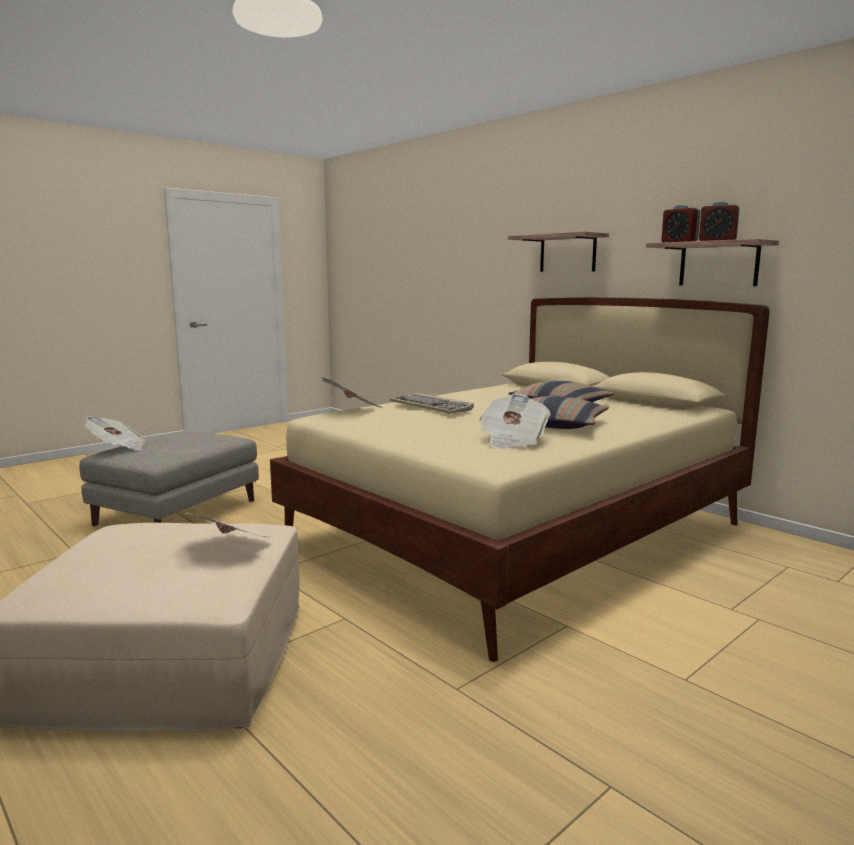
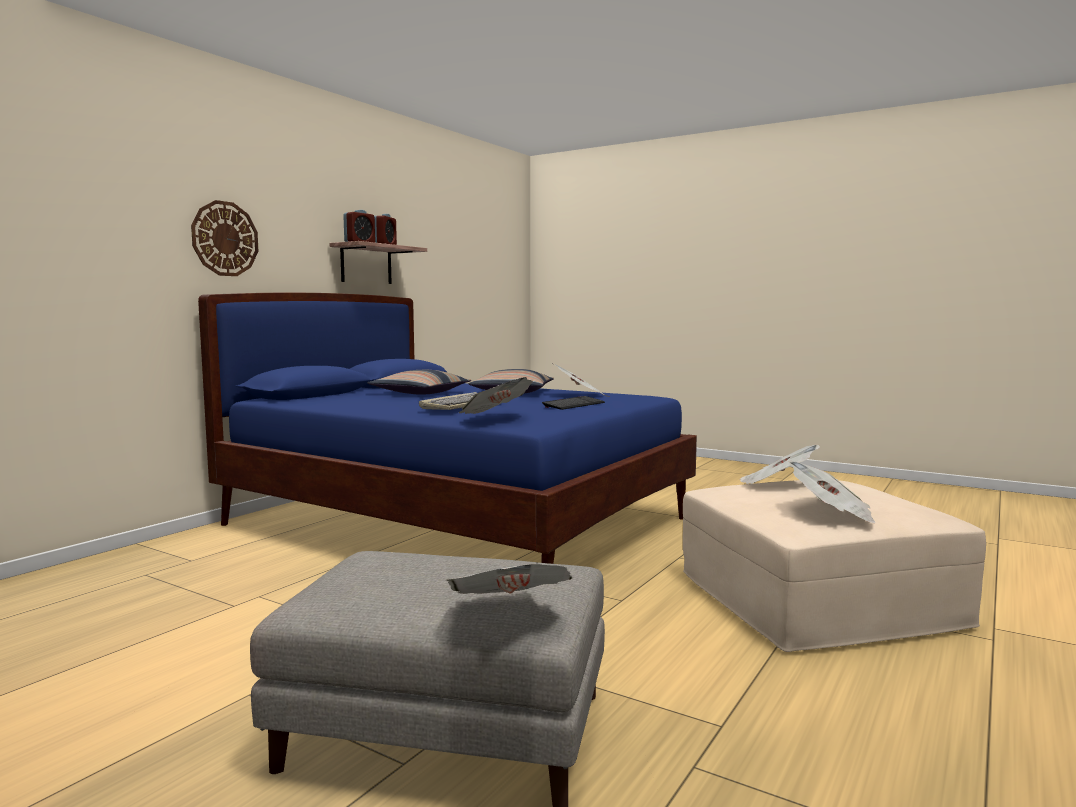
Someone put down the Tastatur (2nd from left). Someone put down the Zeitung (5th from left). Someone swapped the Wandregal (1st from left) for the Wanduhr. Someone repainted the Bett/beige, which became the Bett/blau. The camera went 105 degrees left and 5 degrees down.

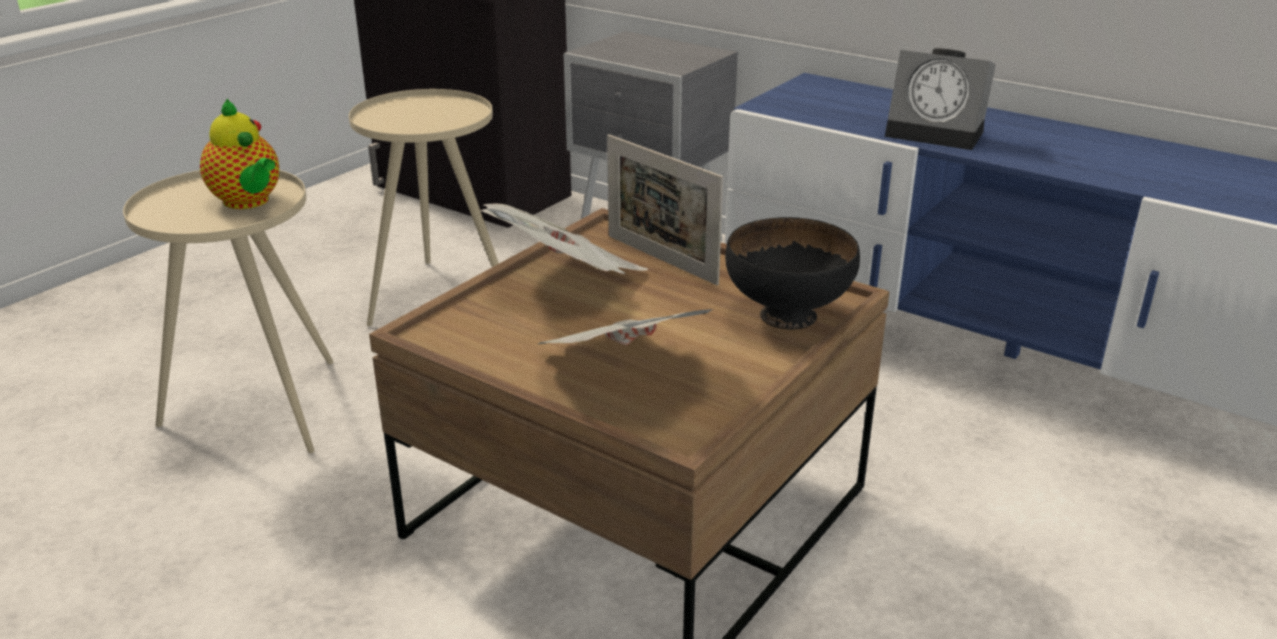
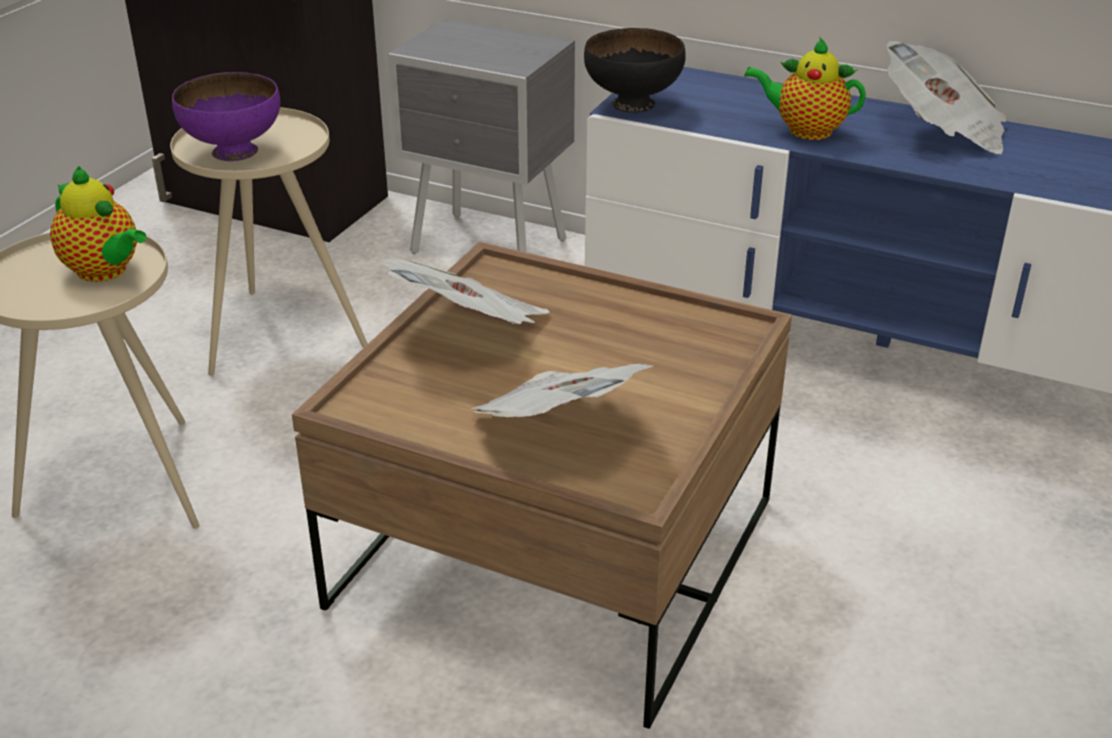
Someone took away the Bilderrahmen. Someone put down the Schüssel/lila. Someone put down the Zeitung (3rd from left). Someone carried the Schüssel/schwarz. Someone swapped the Wecker for the Teekanne (2nd from left). The camera went 10 degrees left and 5 degrees up.

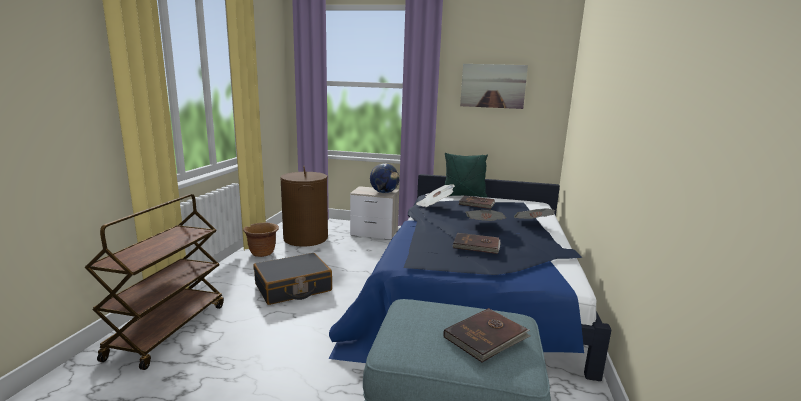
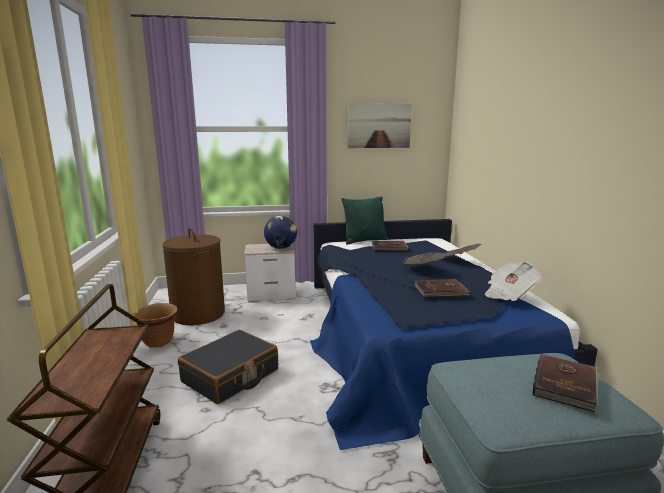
Someone carried the Zeitung (1st from left in the first image). The camera went 20 degrees left and 0 degrees up.

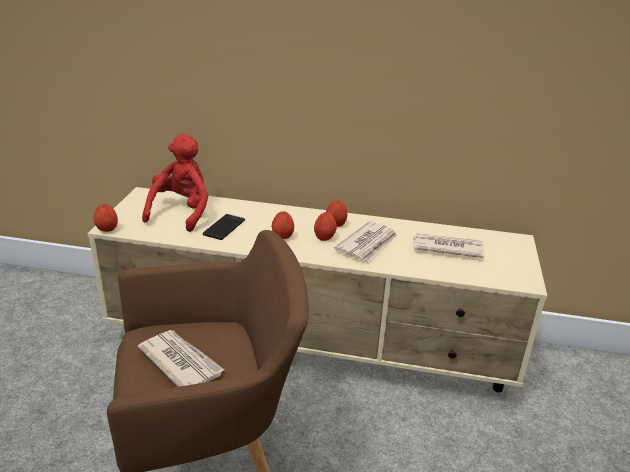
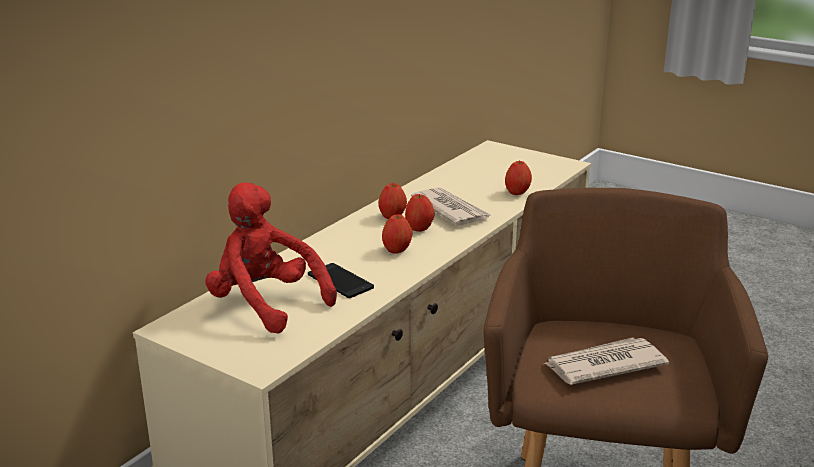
Someone took away the Zeitung (3rd from left). Someone carried the Apfel (1st from left in the first image). The camera went 65 degrees left and 5 degrees down.

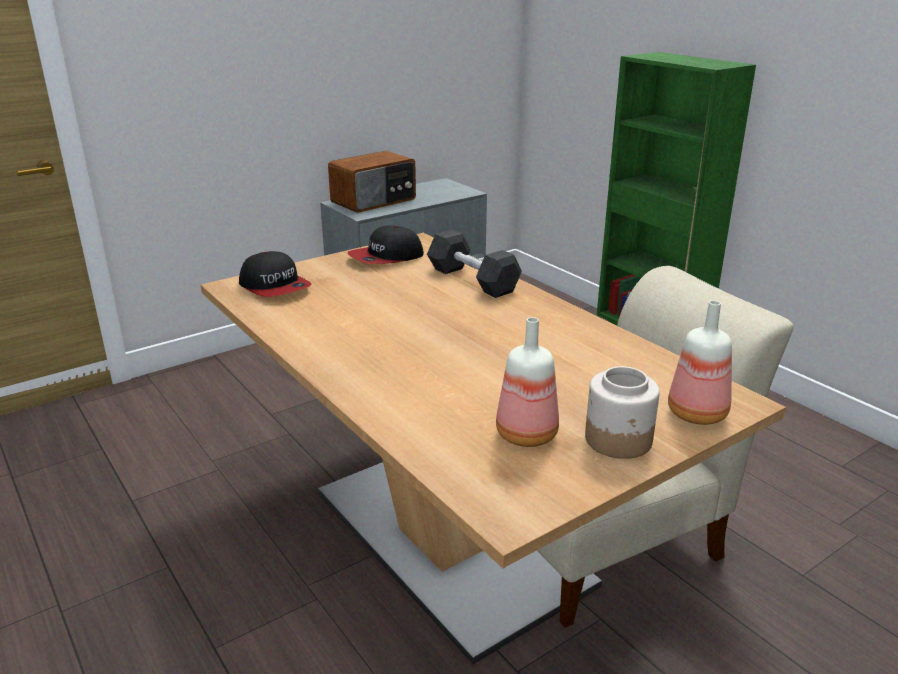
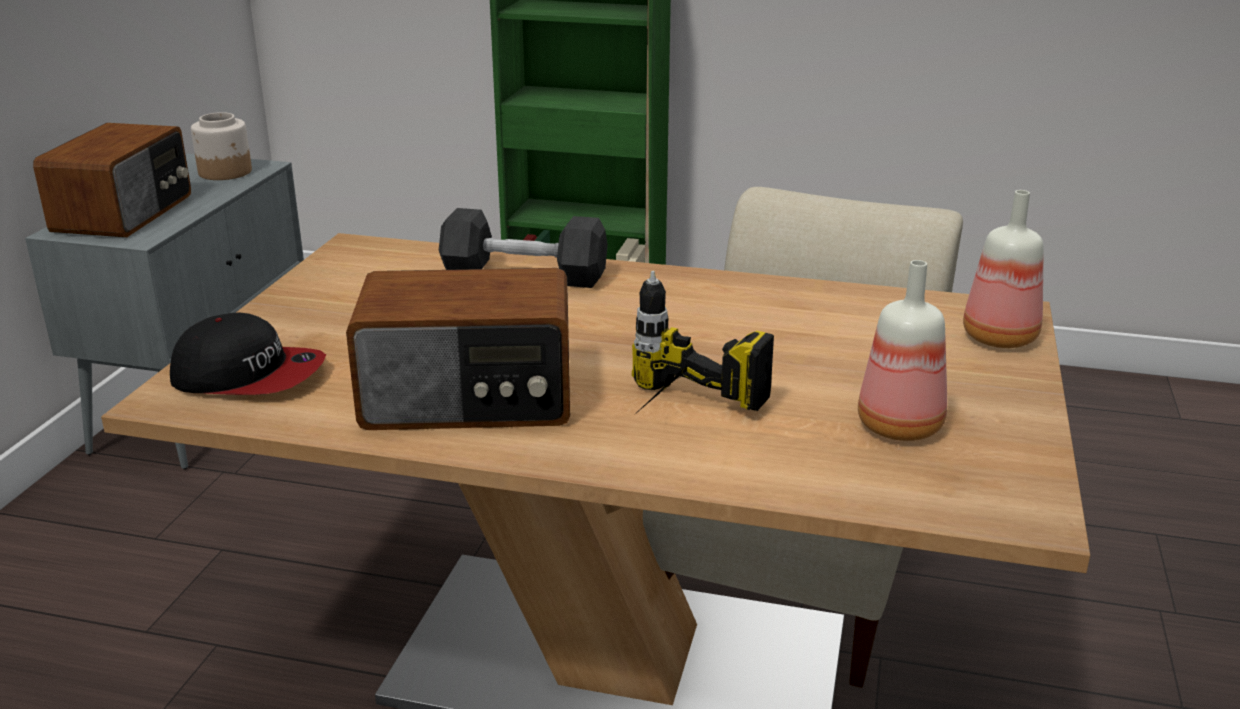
Someone took away the Kappe (2nd from left). Someone put down the Radio (2nd from left). Someone put down the Bohrmaschine. Someone carried the Vorratsglas. The camera went 40 degrees left and 0 degrees up.

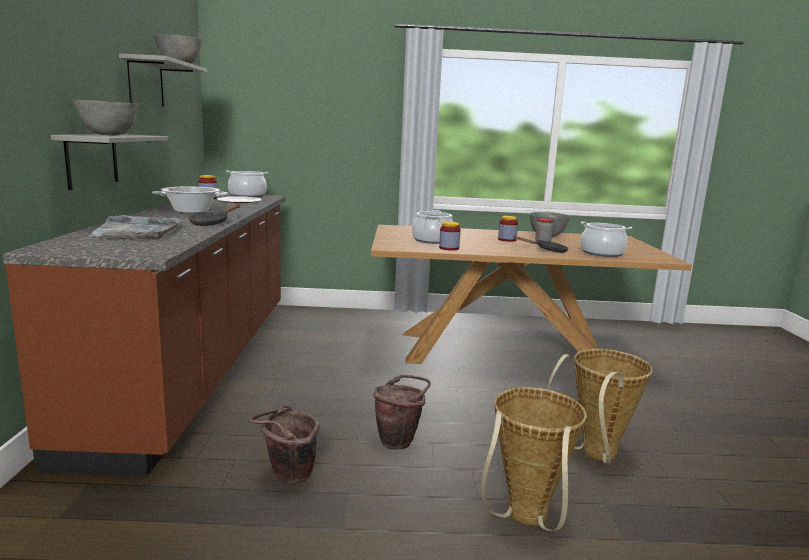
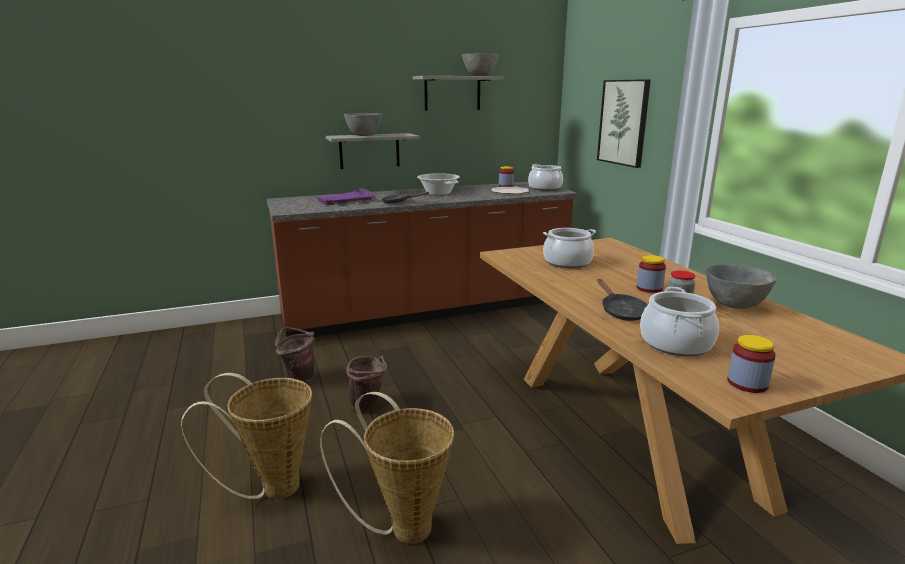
Someone put up the Bild. Someone carried the Vorratsglas (2nd from left in the first image). Someone repainted the Tablett/grau, which became the Tablett/lila. The camera went 70 degrees right and 5 degrees up.

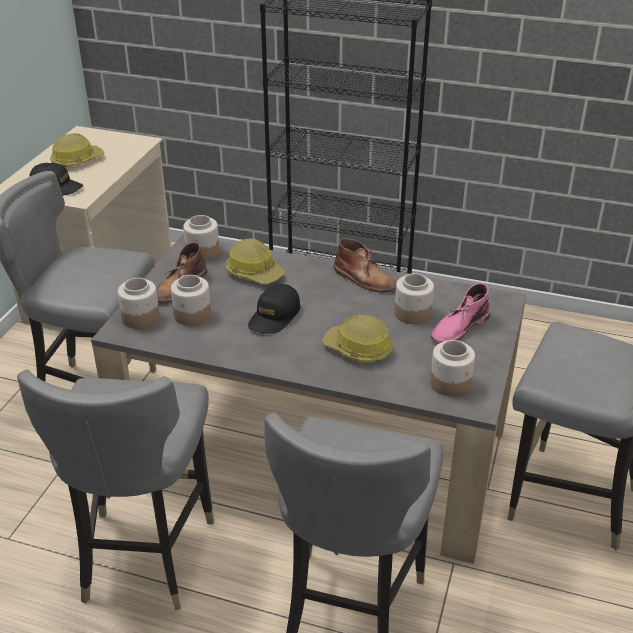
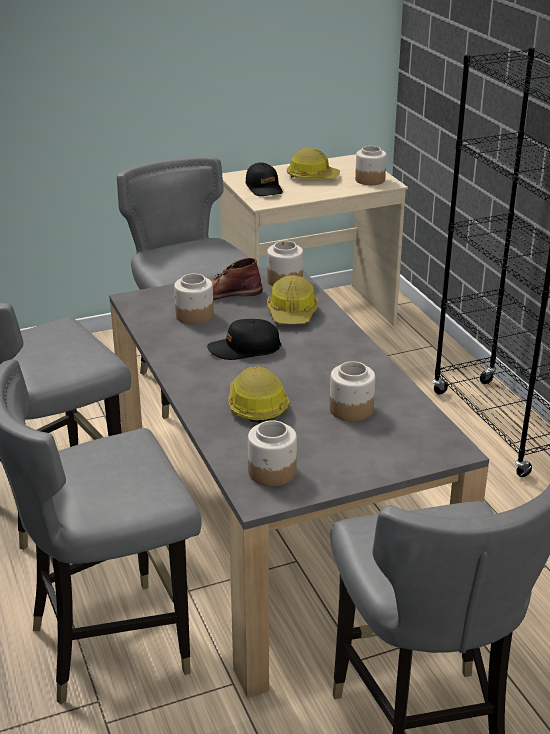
Someone took away the Stiefel/braun (2nd from left). Someone took away the Stiefel/rosa. Someone carried the Vorratsglas (1st from left in the first image). The camera went 50 degrees right and 5 degrees down.

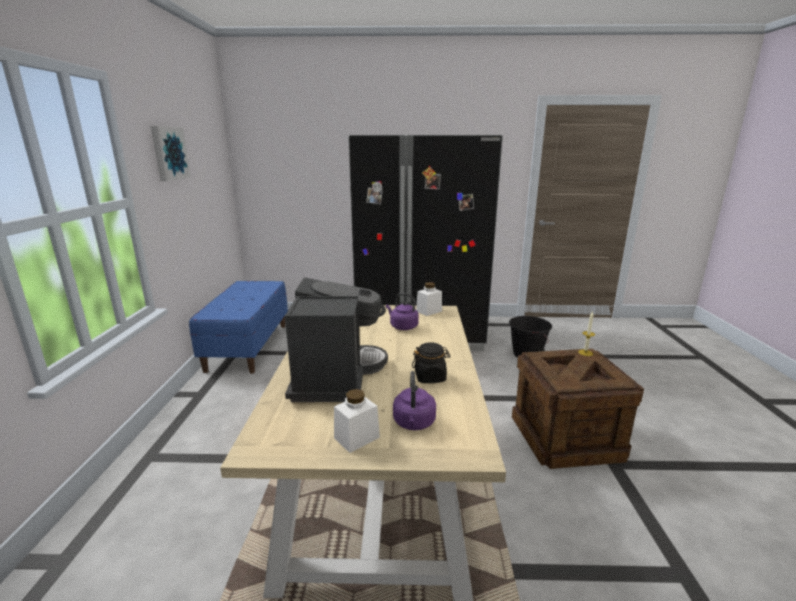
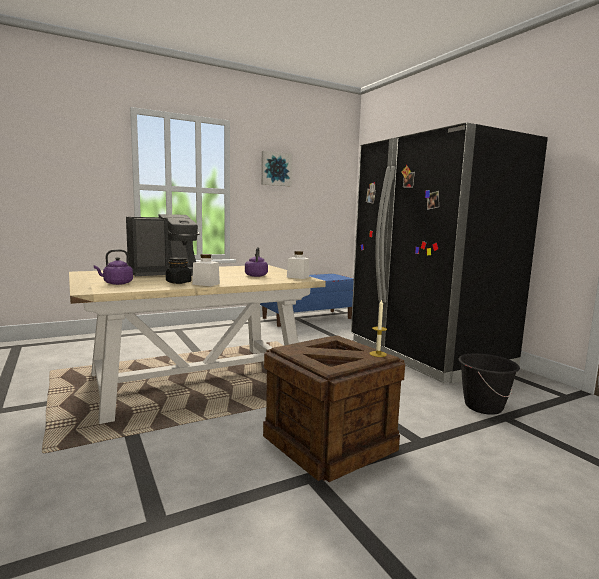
Someone carried the Vorratsglas/weiß (1st from left). The camera went 60 degrees right and 10 degrees down.

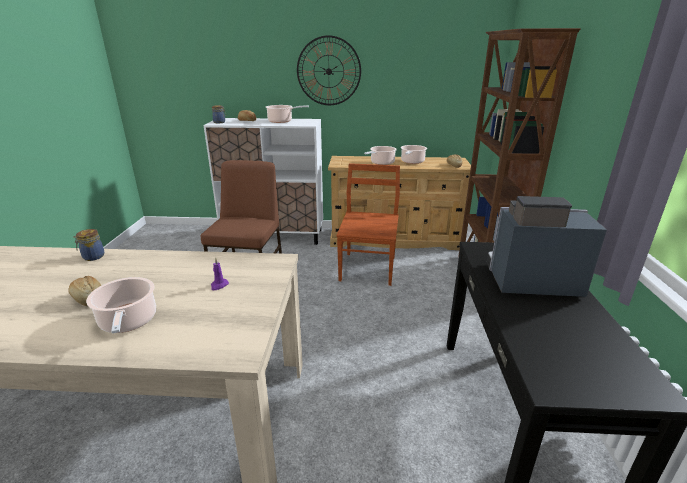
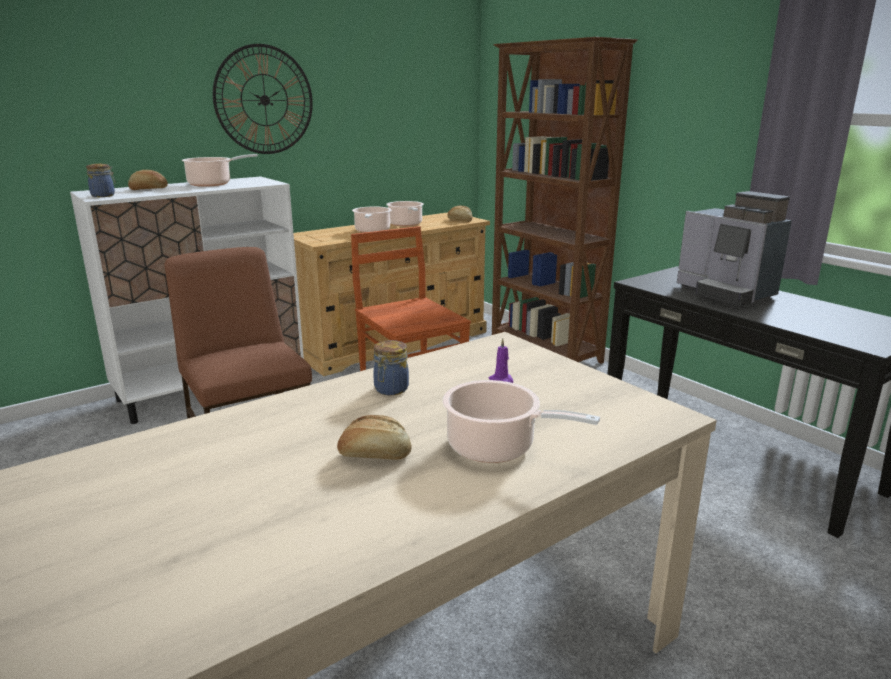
Someone carried the Vorratsglas (1st from left in the first image). Someone rotated the Kaffeemaschine by 90 degrees counterclockwise. The camera went 40 degrees left and 5 degrees down.

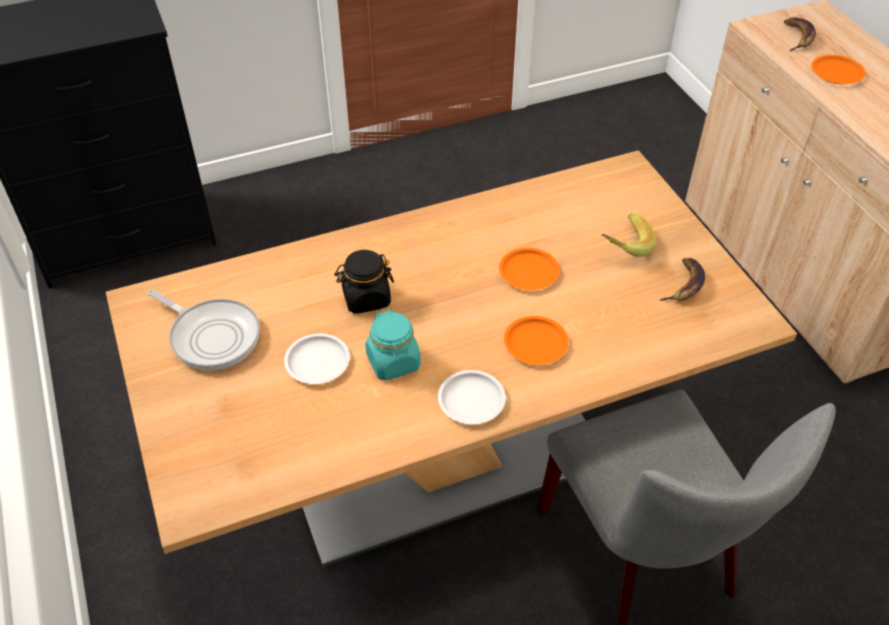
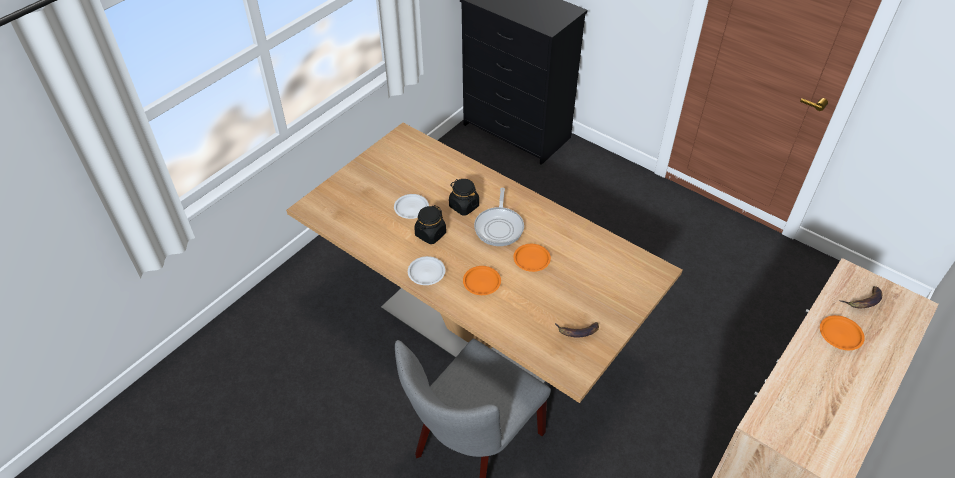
Someone took away the Banane (1st from left). Someone carried the Pfanne. Someone repainted the Vorratsglas/türkis, which became the Vorratsglas/schwarz (1st from left). The camera went 60 degrees right and 0 degrees up.

